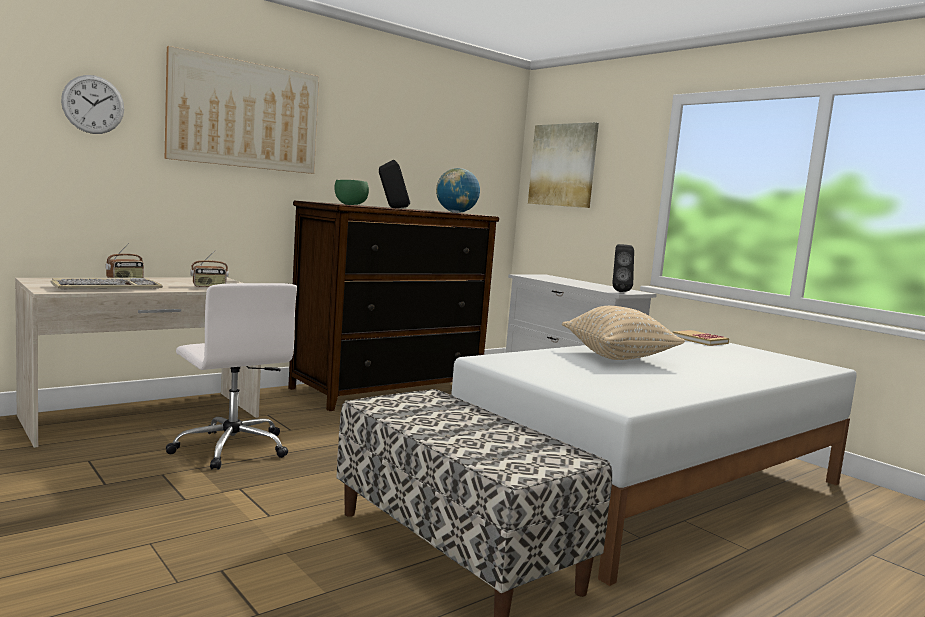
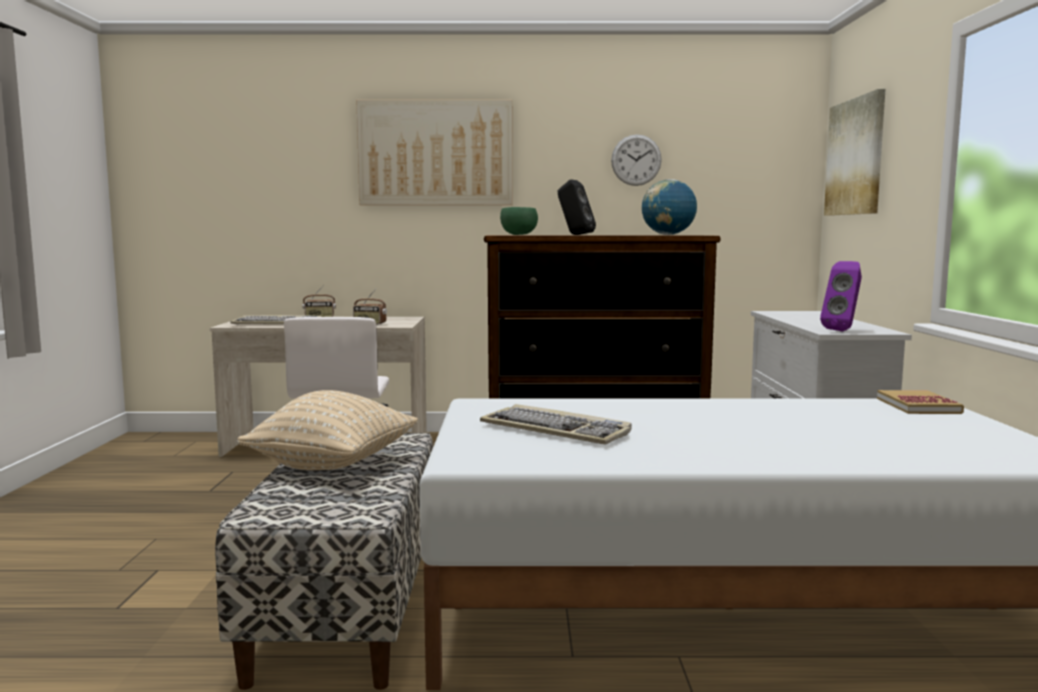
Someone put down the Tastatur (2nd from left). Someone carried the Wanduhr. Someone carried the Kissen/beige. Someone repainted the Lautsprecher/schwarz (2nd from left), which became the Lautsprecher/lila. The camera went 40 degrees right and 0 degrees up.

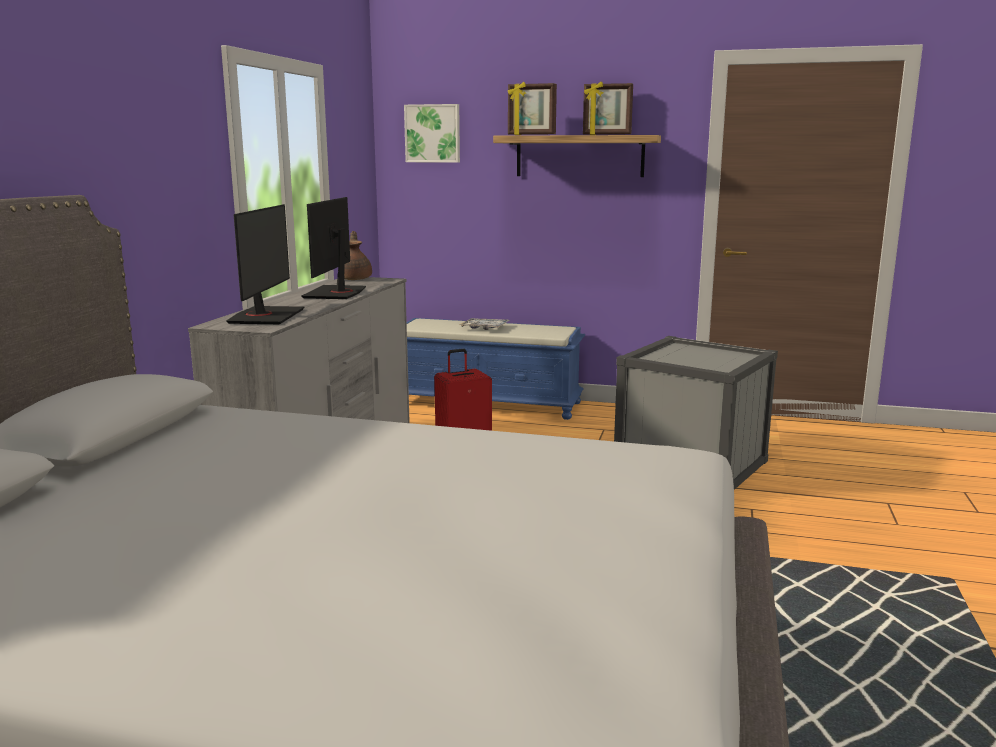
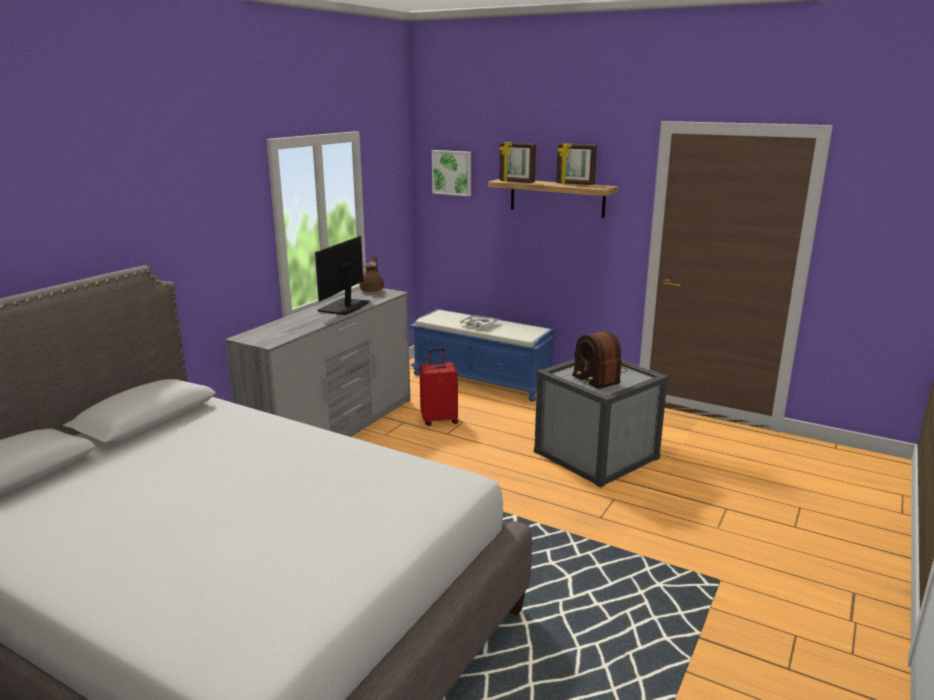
Someone took away the Monitor (1st from left). Someone put down the Radio. The camera went 15 degrees right and 5 degrees up.

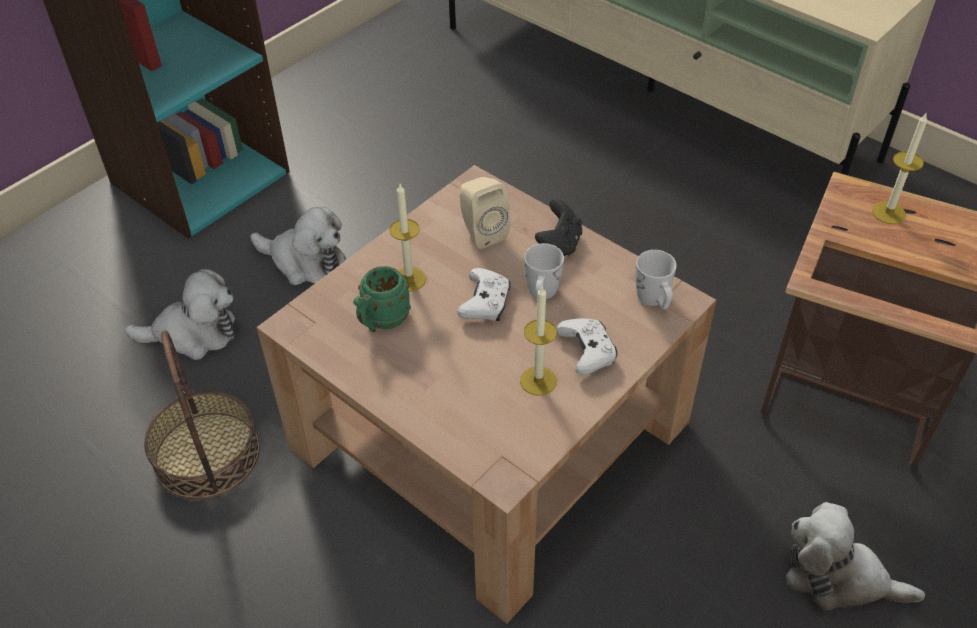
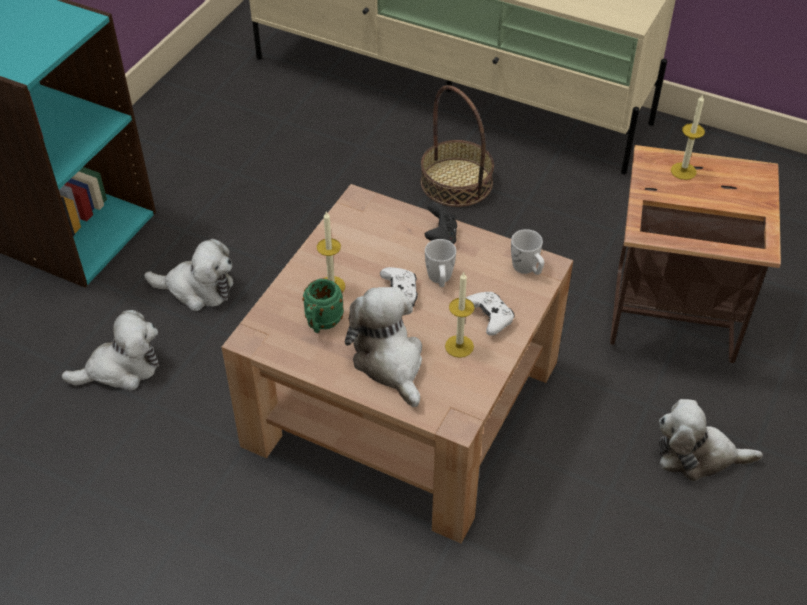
Someone took away the Lautsprecher/beige. Someone put down the Plüschtier (3rd from left). Someone carried the Korb. The camera went 15 degrees left and 0 degrees up.

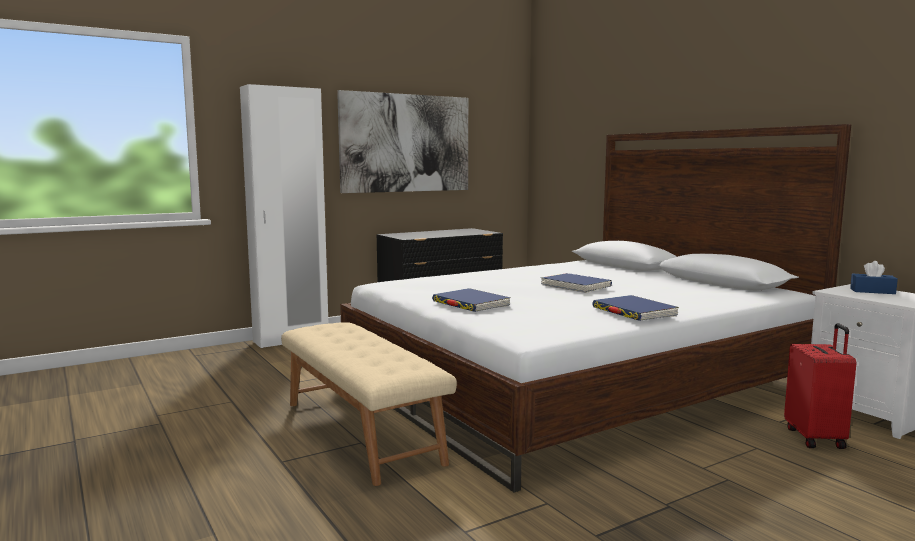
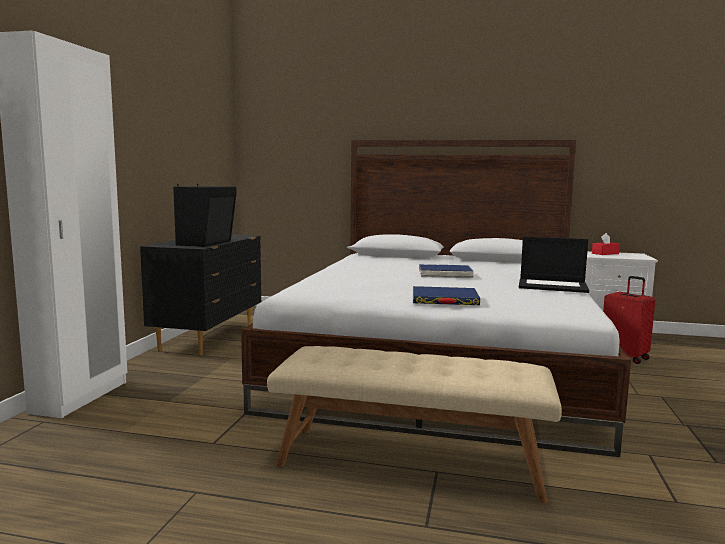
Someone took away the Bild. Someone put down the Lautsprecher/schwarz. Someone swapped the Buch/blau (3rd from left) for the Laptop. Someone repainted the Taschentuchbox/blau, which became the Taschentuchbox/rot. The camera went 45 degrees left and 0 degrees up.

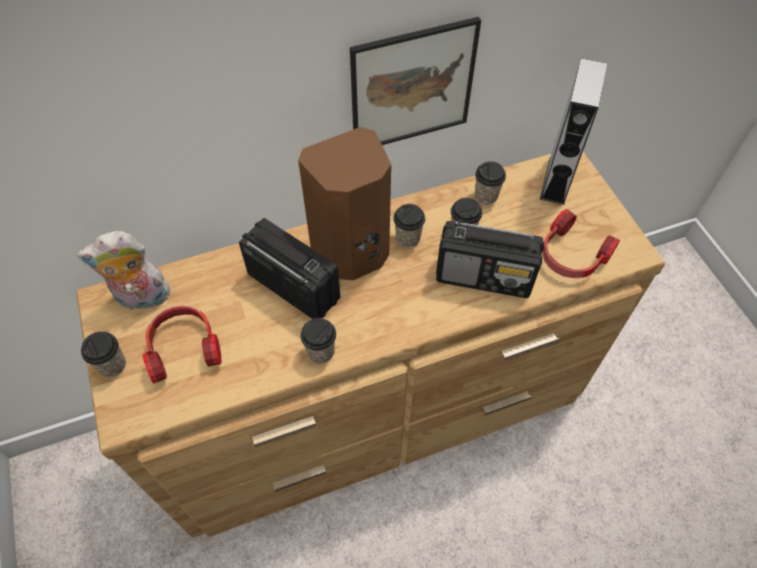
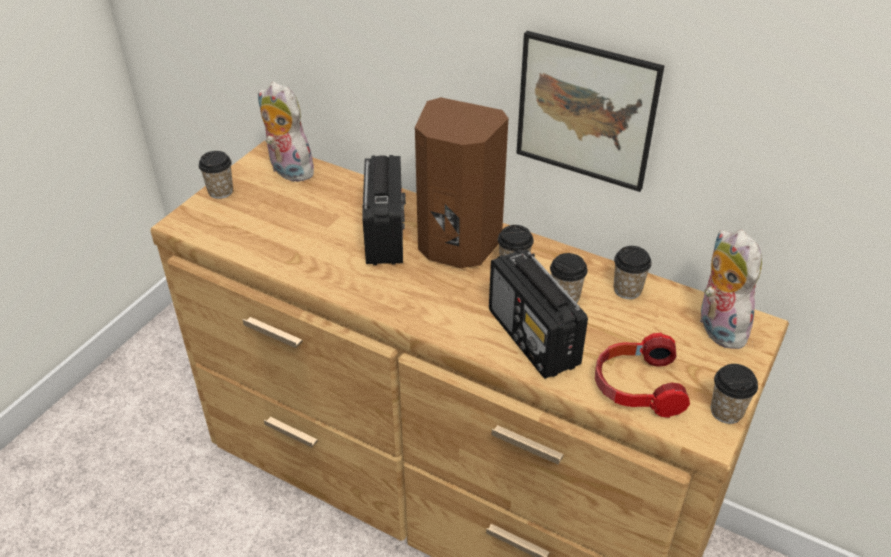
Someone took away the Kopfhörer (1st from left). Someone carried the Tasse (2nd from left in the first image). Someone swapped the Lautsprecher/grau for the Plüschtier (2nd from left). The camera went 50 degrees right and 15 degrees down.

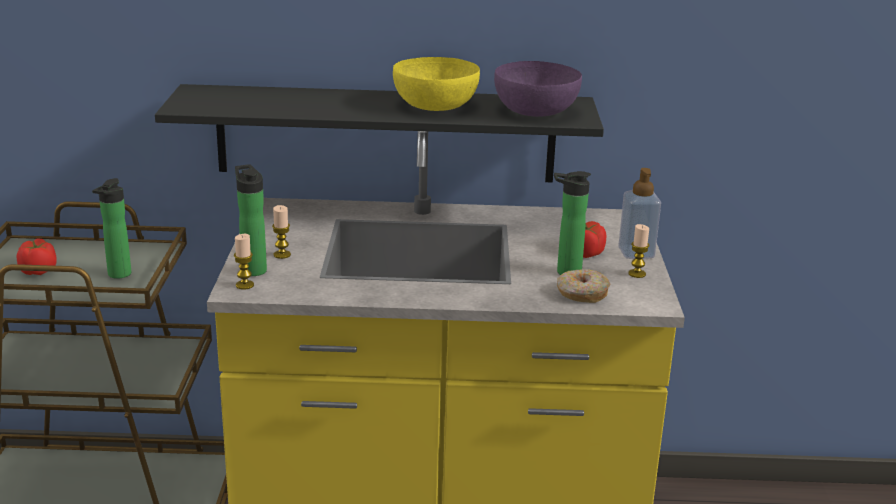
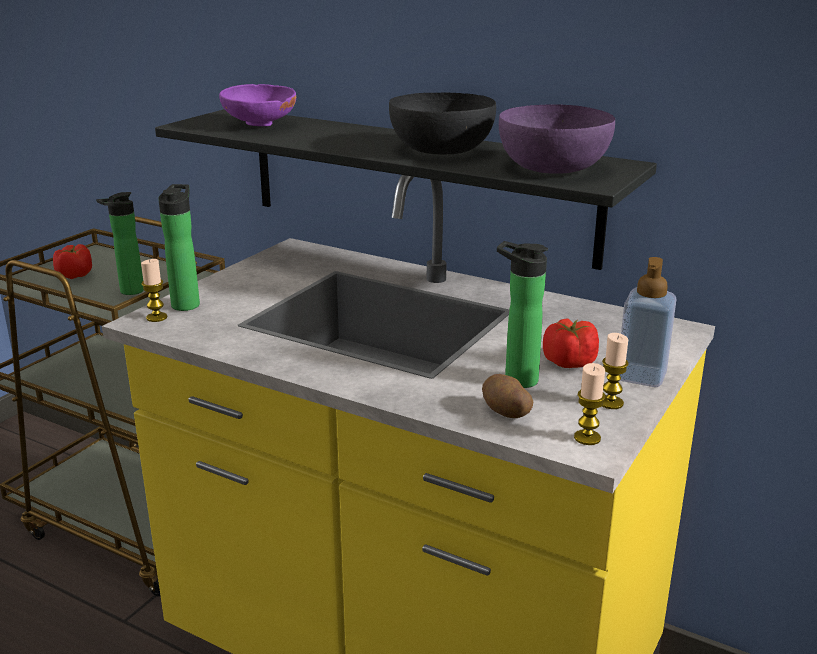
Someone put down the Schüssel/lila (1st from left). Someone carried the Kerze (2nd from left). Someone swapped the Donut for the Kartoffel. Someone repainted the Schüssel/gelb, which became the Schüssel/schwarz. The camera went 30 degrees right and 0 degrees up.

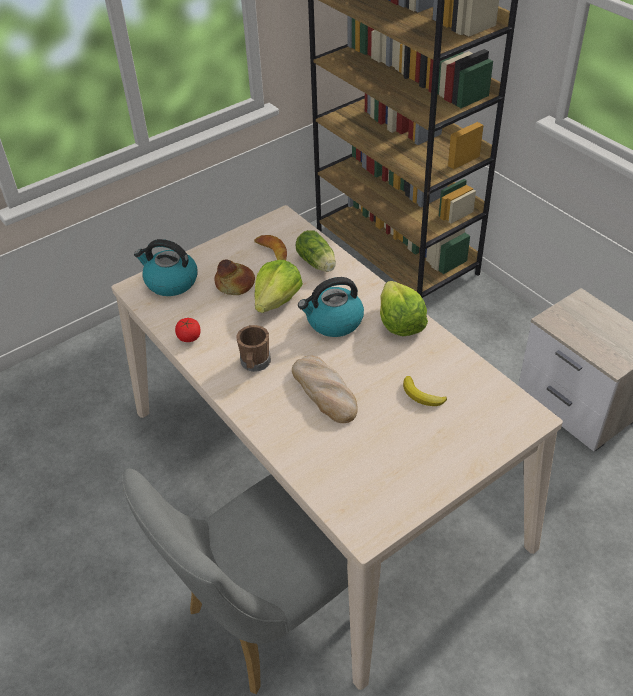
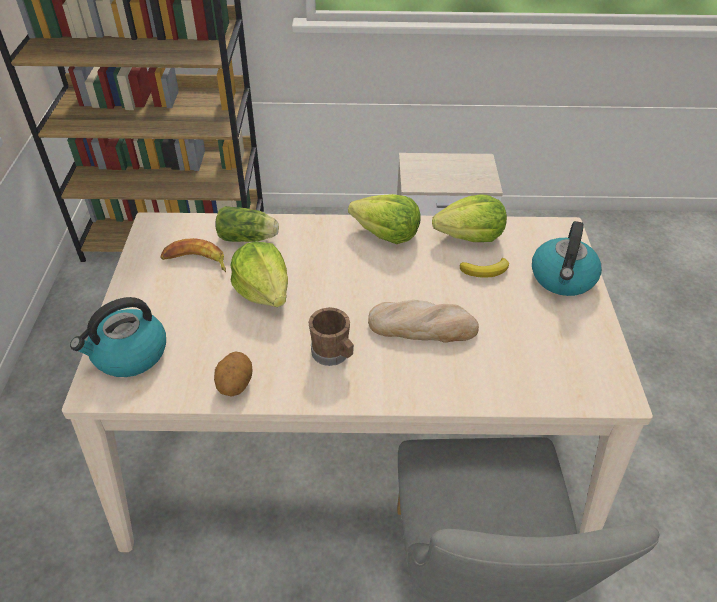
Someone took away the Brot (1st from left). Someone put down the Salatkopf (4th from left). Someone carried the Wasserkessel (2nd from left). Someone swapped the Tomate for the Kartoffel. The camera went 55 degrees left and 0 degrees up.

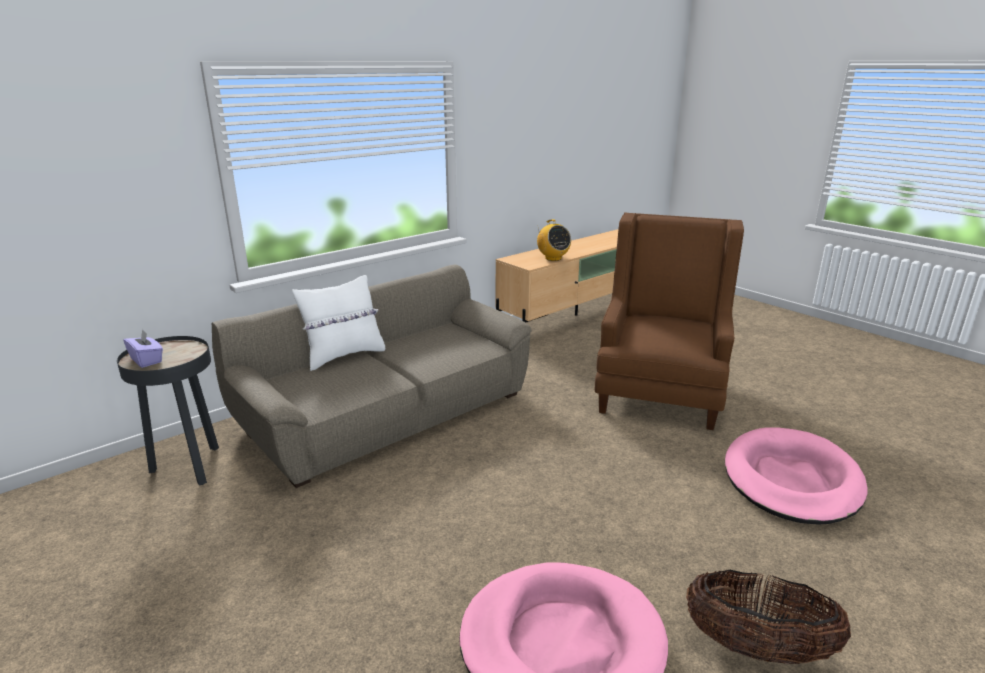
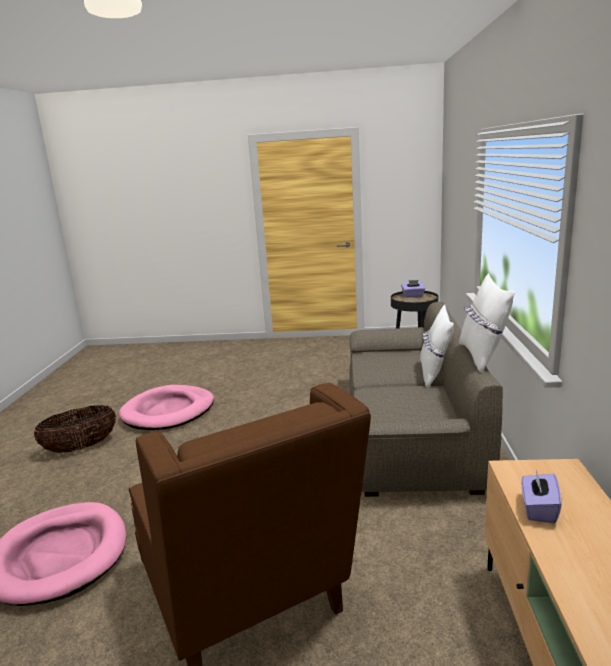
Someone put down the Kissen/weiß (2nd from left). Someone swapped the Radio for the Taschentuchbox/lila (2nd from left). The camera went 135 degrees right and 5 degrees down.

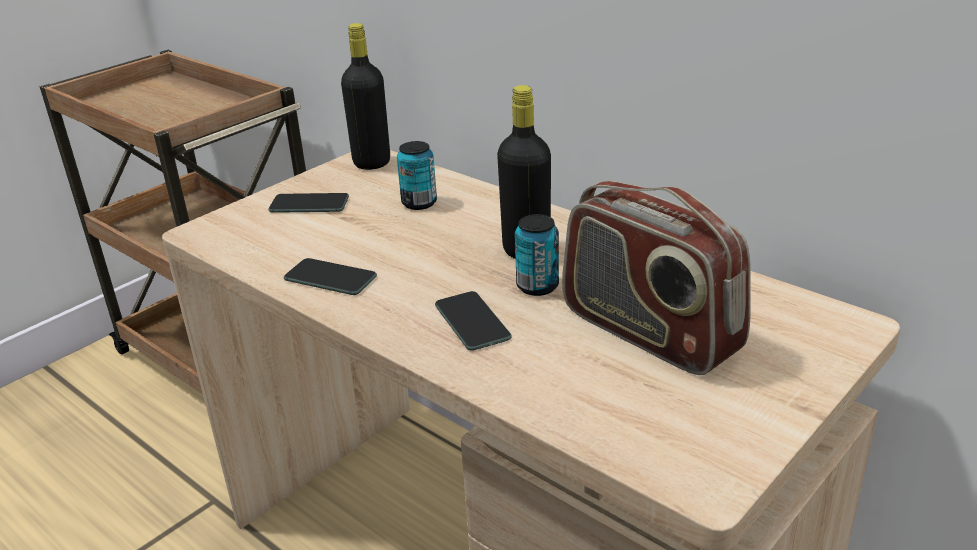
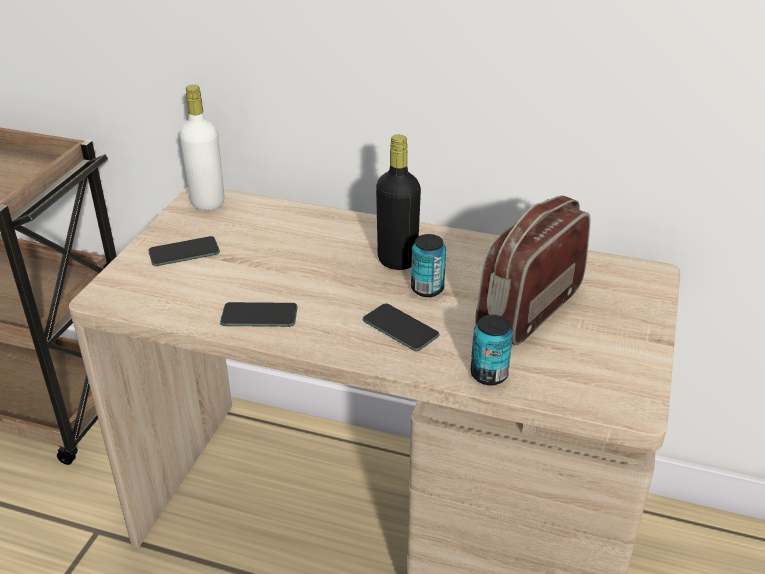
Someone carried the Dose (1st from left in the first image). Someone repainted the Flasche/schwarz (1st from left), which became the Flasche/weiß. Someone rotated the Radio by 105 degrees clockwise. The camera went 25 degrees left and 5 degrees up.

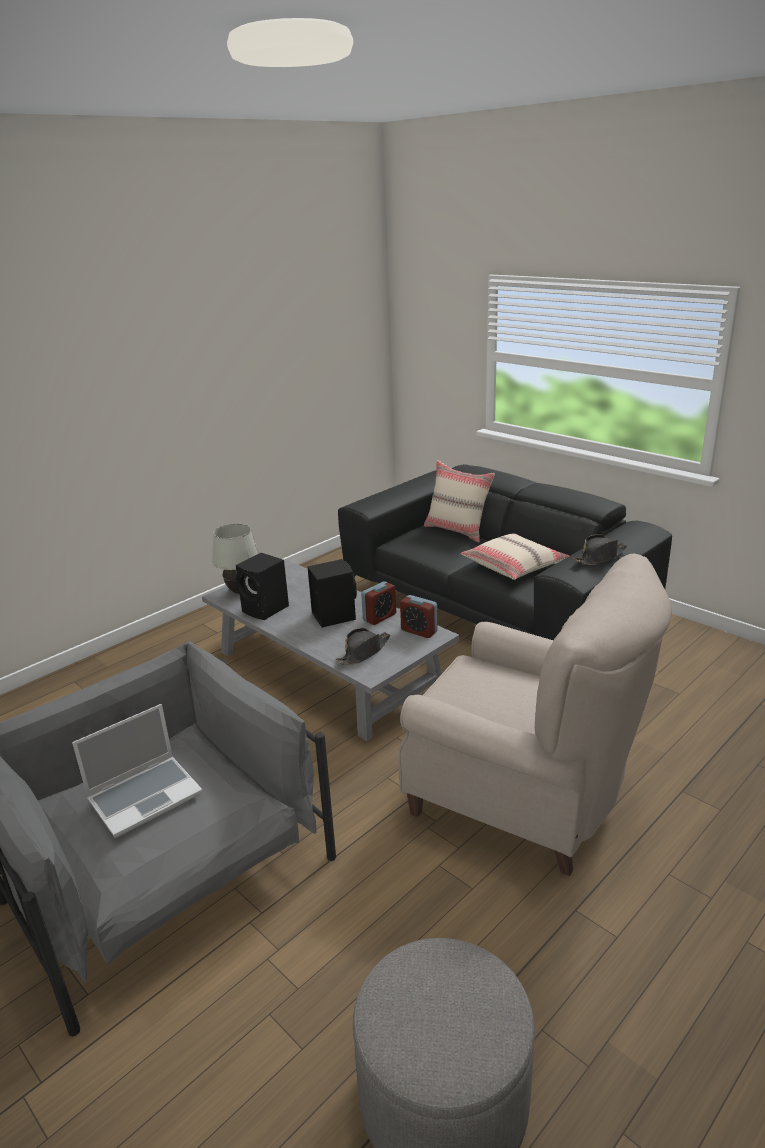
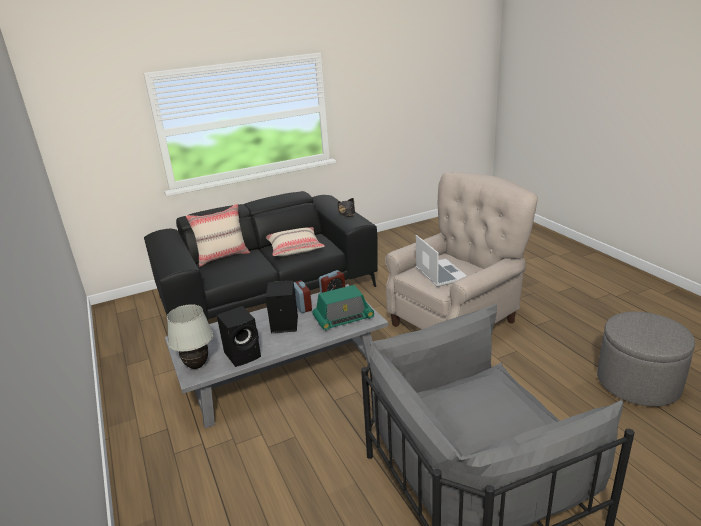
Someone carried the Laptop. Someone swapped the Hut/schwarz (1st from left) for the Radio. The camera went 70 degrees left and 0 degrees up.

